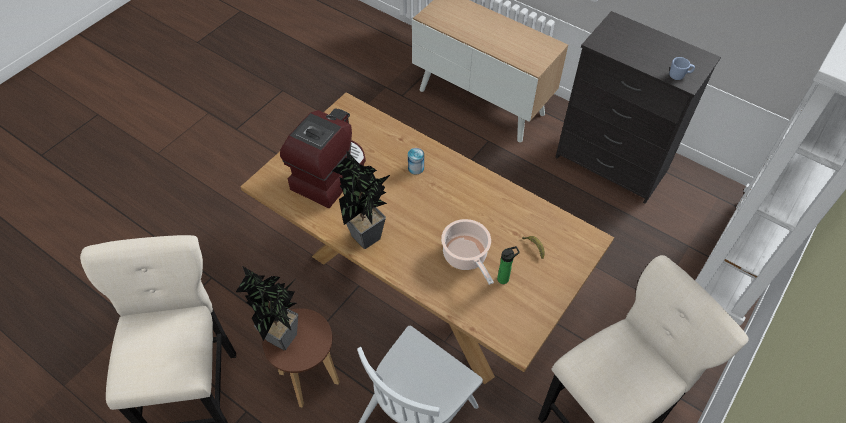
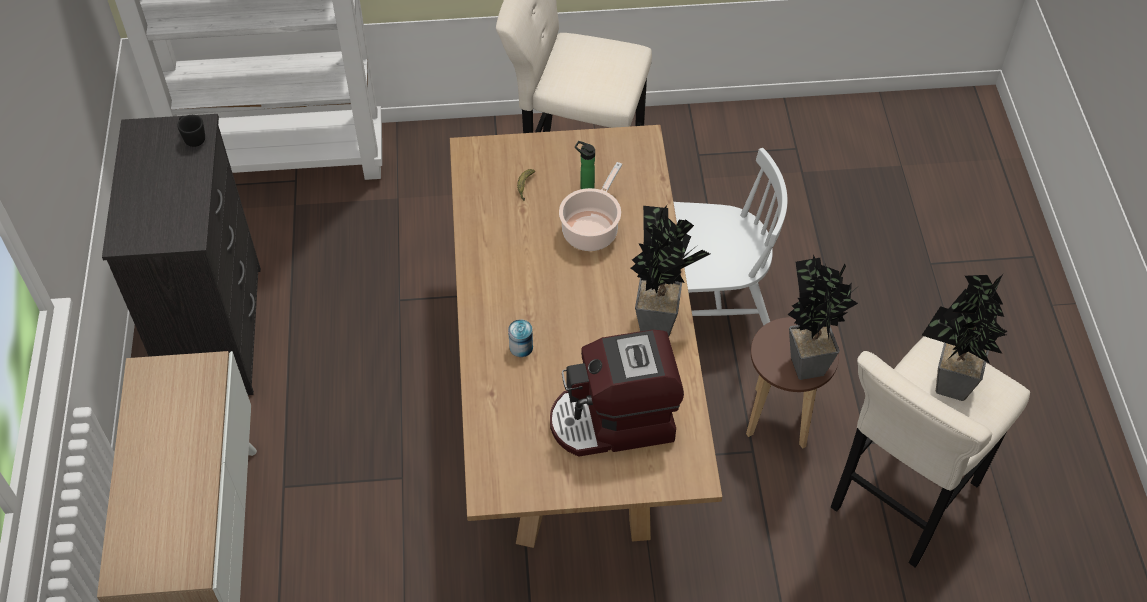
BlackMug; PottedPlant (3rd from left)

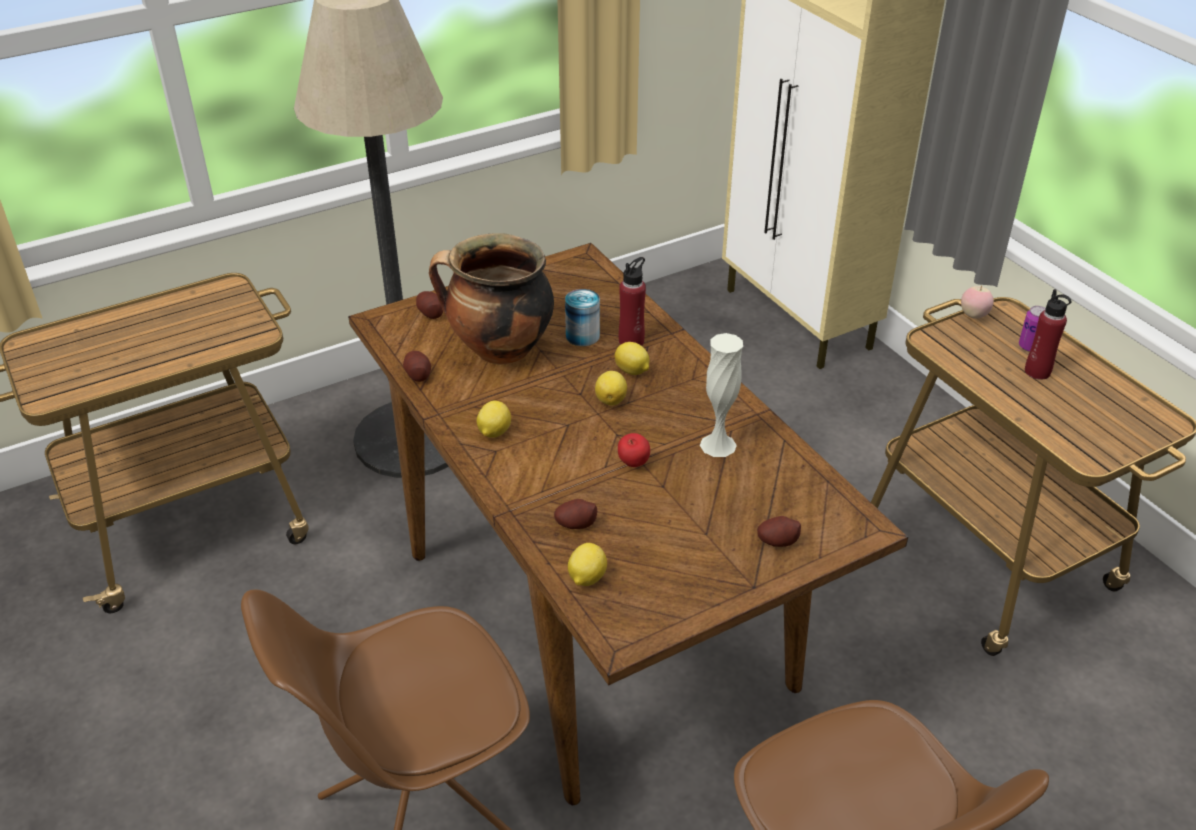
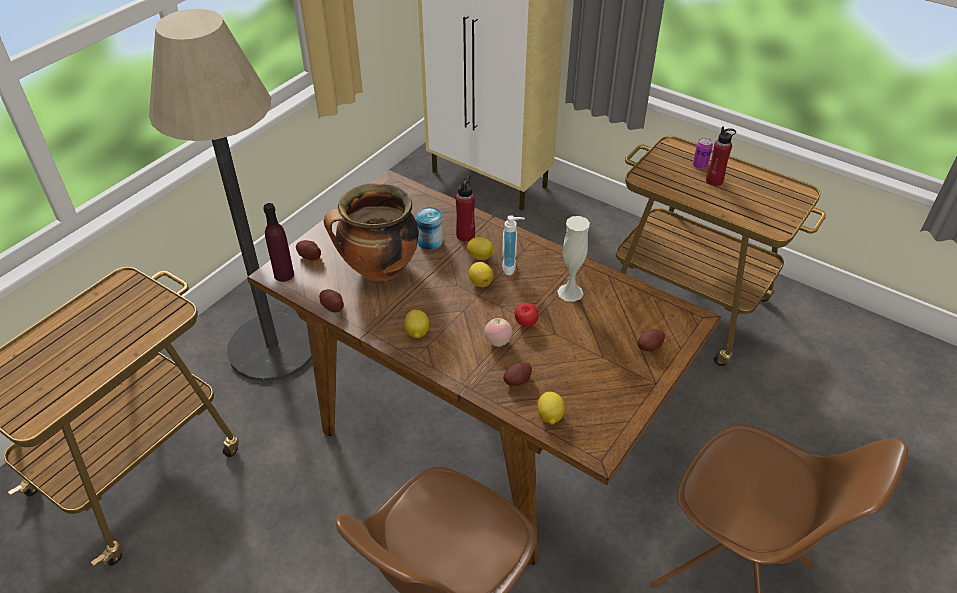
WholeApple (1st from left); PurpleBeverageBottle; SoapDispenser

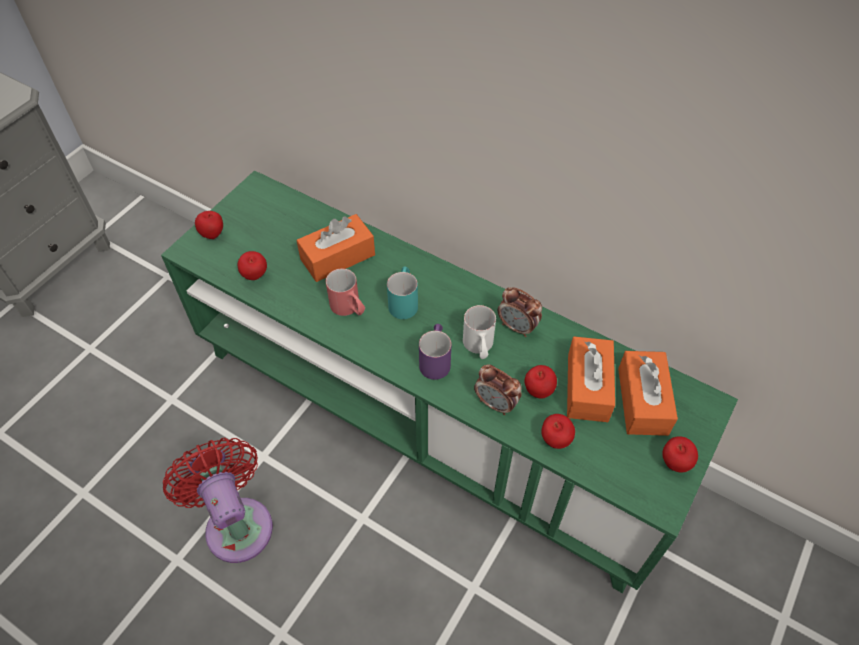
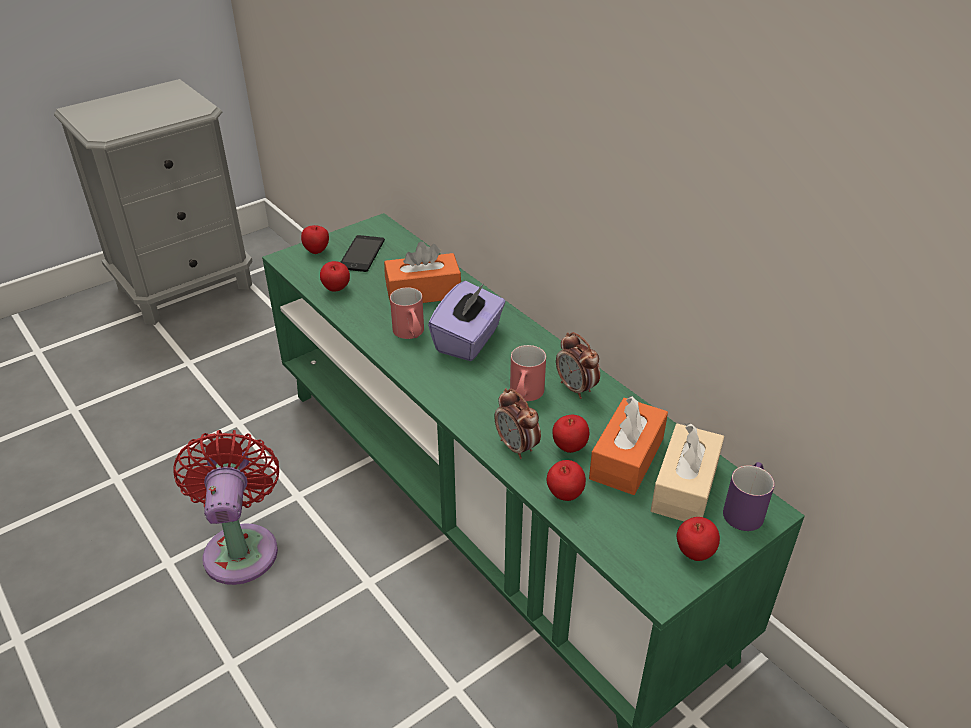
PurpleTissueHolder; RedColouredMug (2nd from left); PurpleMug; SandColouredTissueHolder; Handset

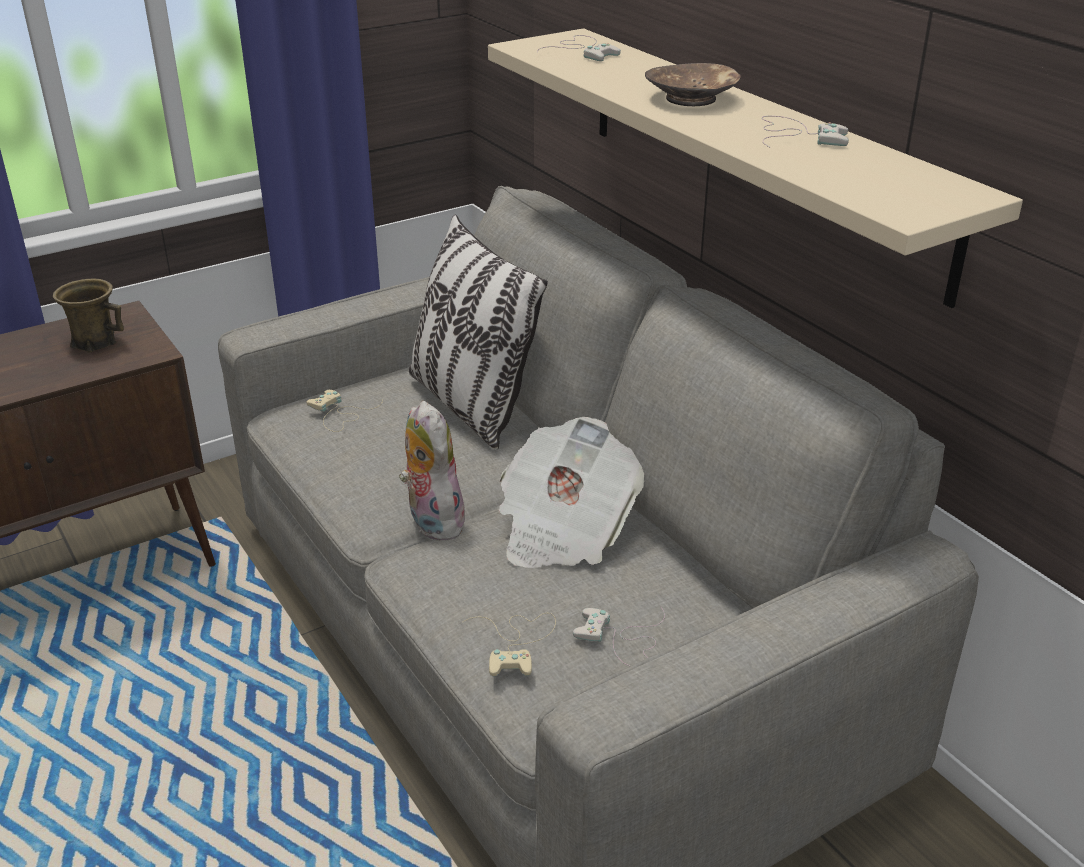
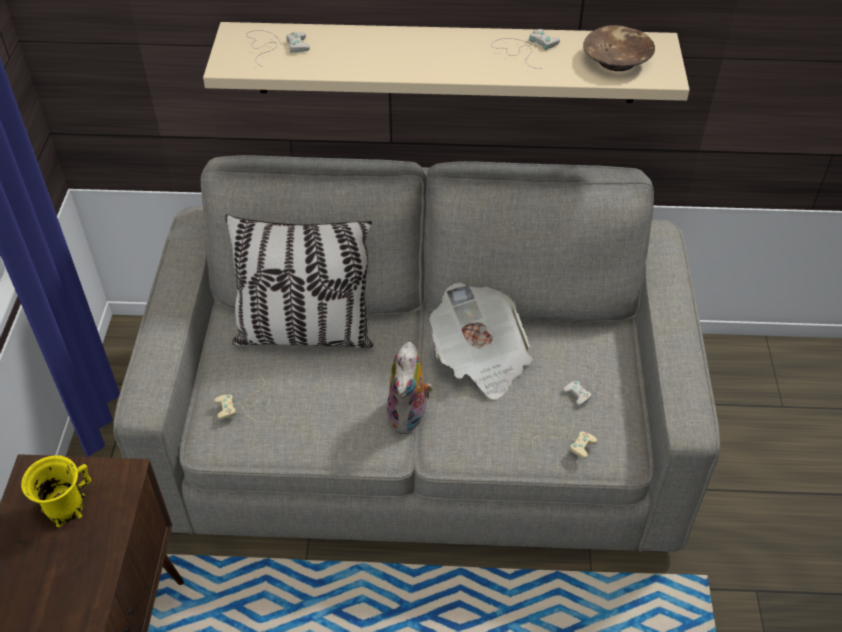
BrownColouredBowl; YellowMug; SoftToy

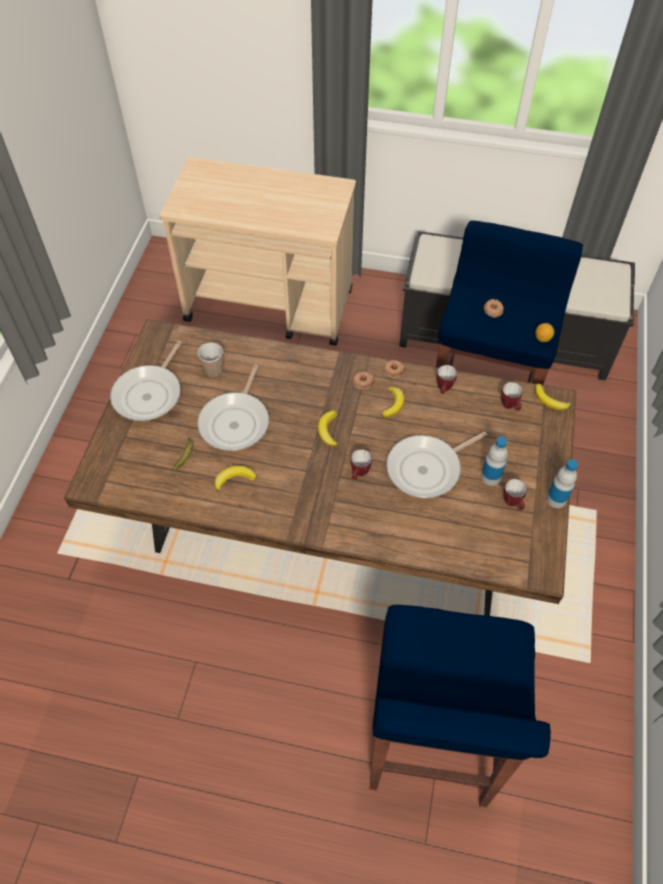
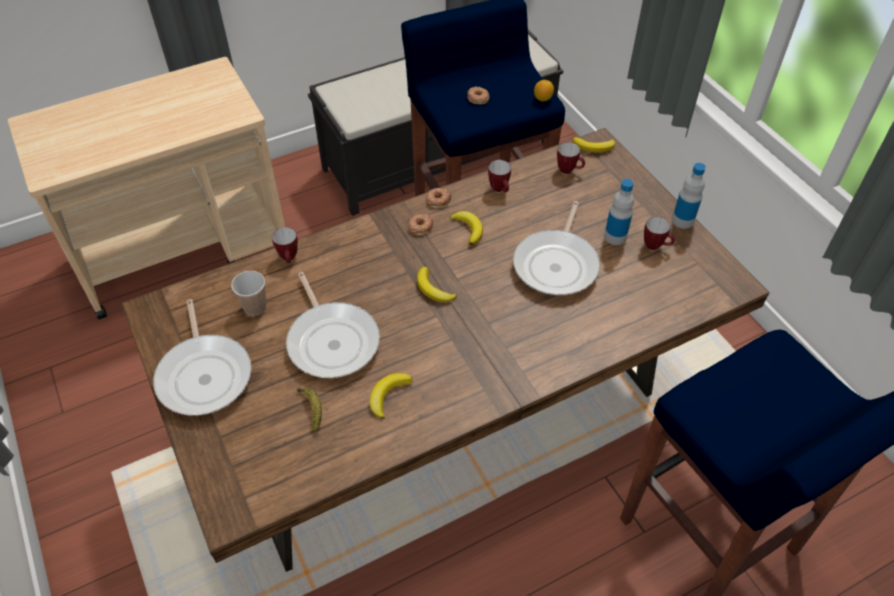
Mug (1st from left)

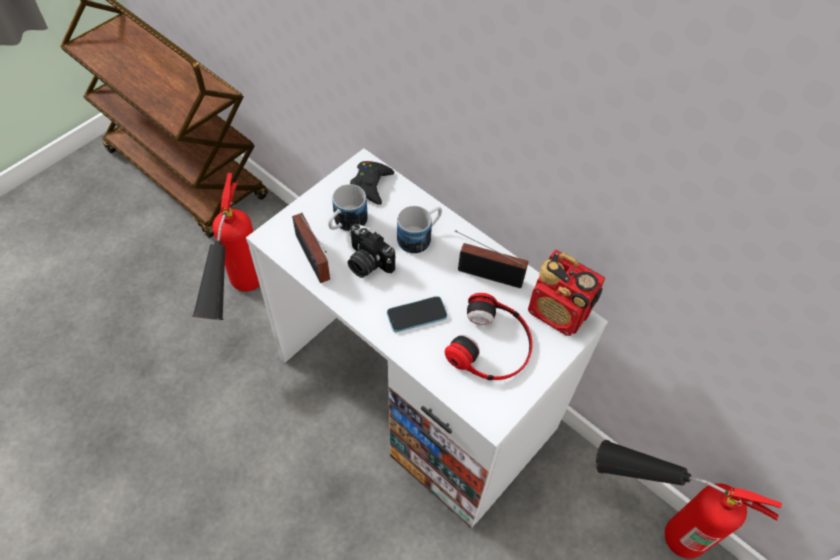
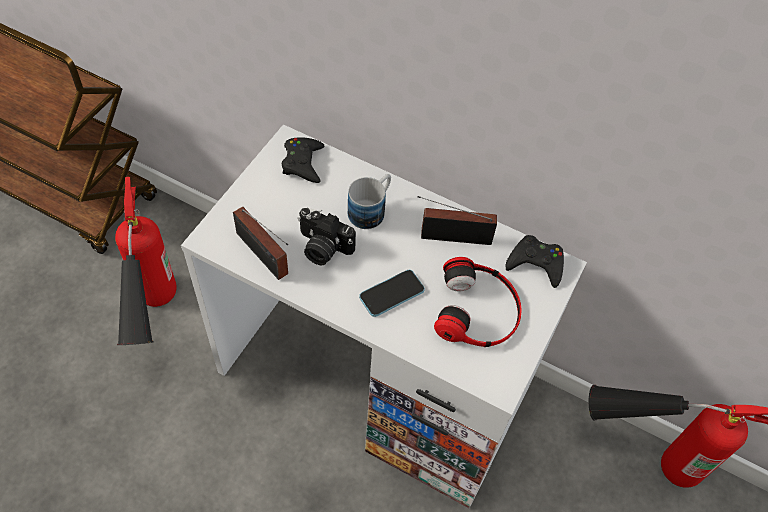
Mug (1st from left in the first image); BlackJoypad (2nd from left)

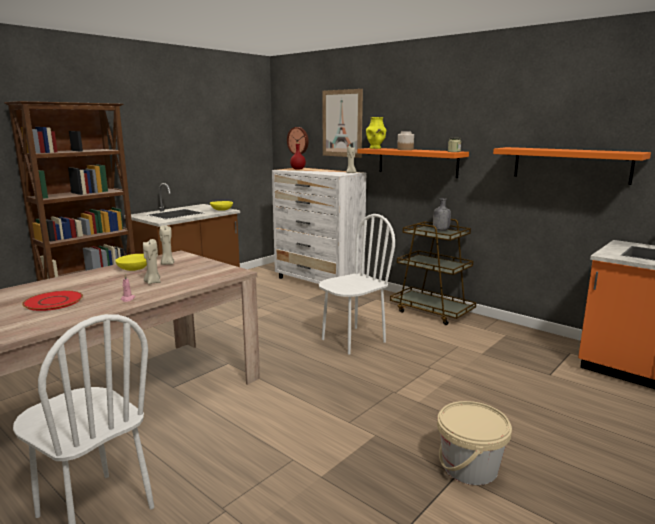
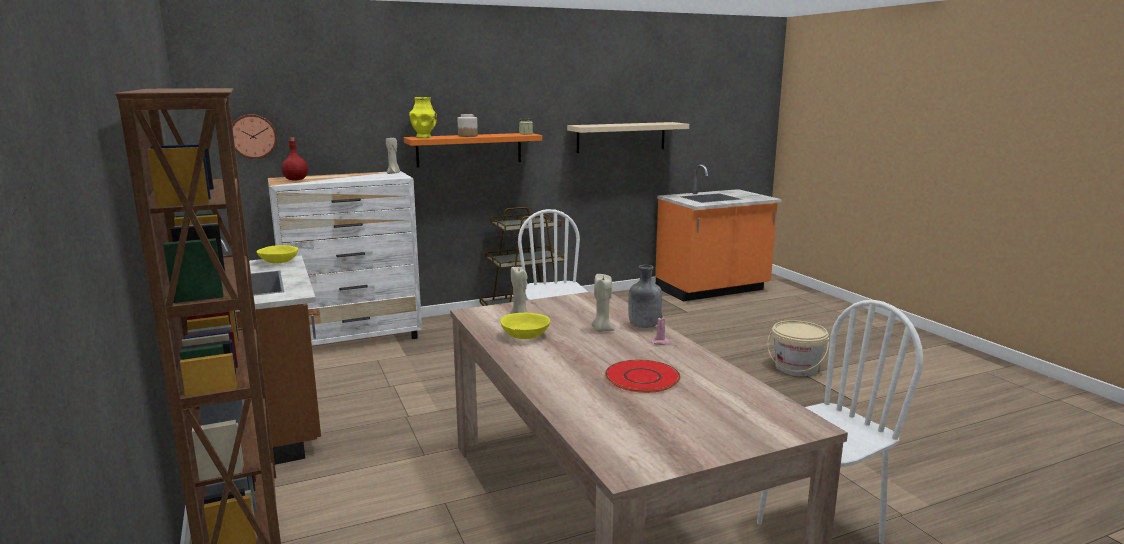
WallPicture; SandColouredShelf; GrayBeverageBottle

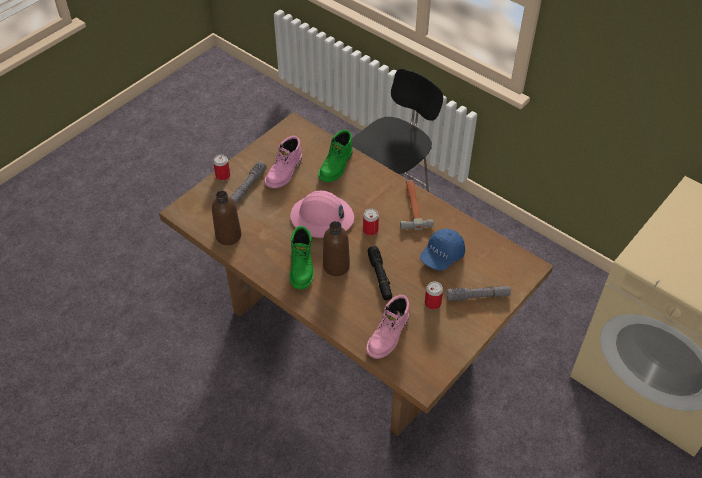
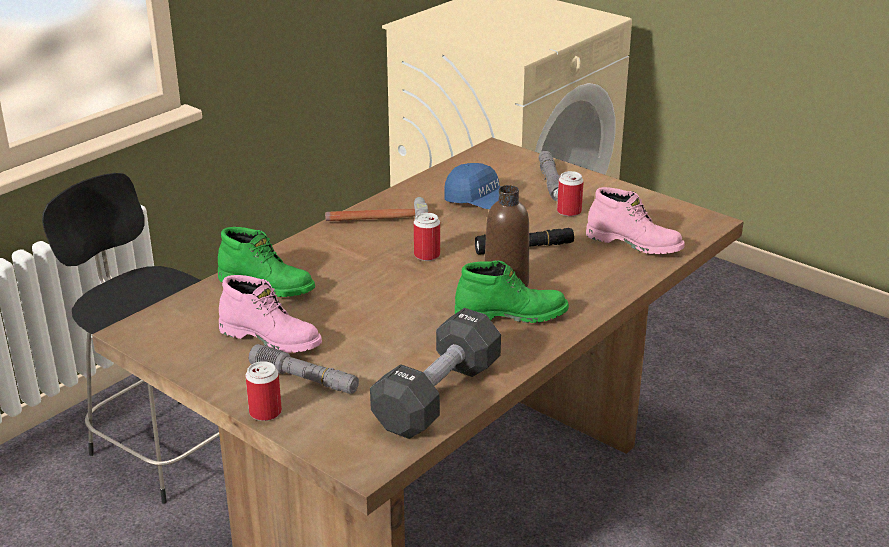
BlackFreeWeight; PinkishWorkHelmet

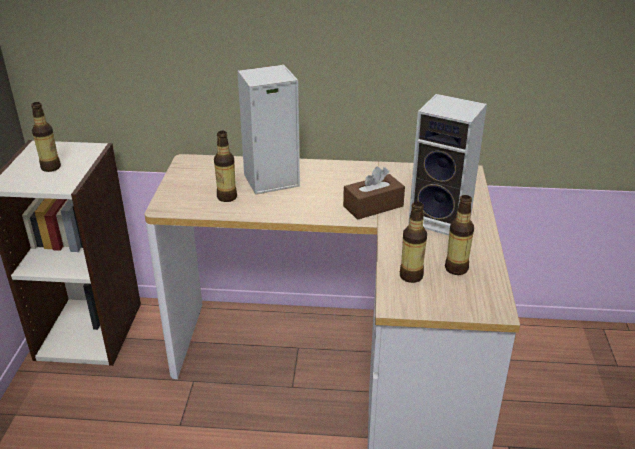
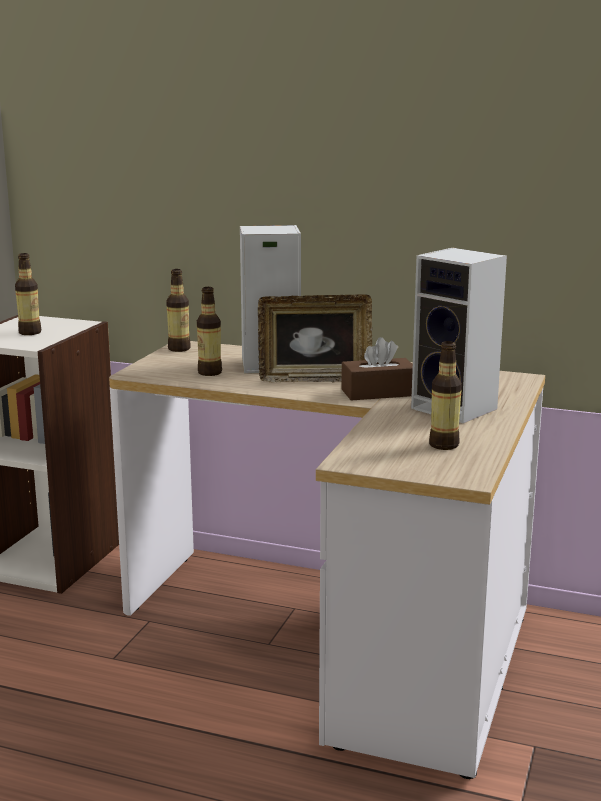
BeverageBottle (2nd from left); PictureFrame

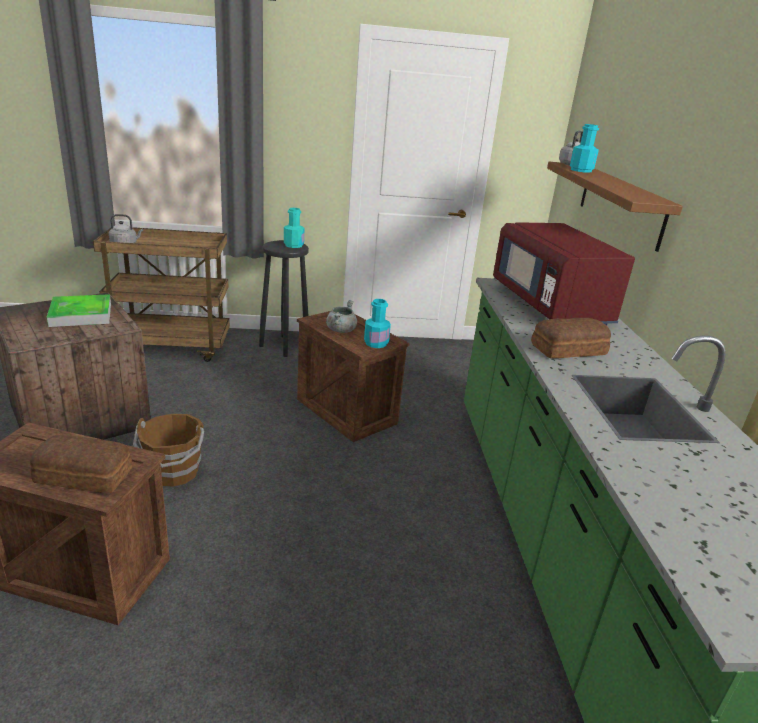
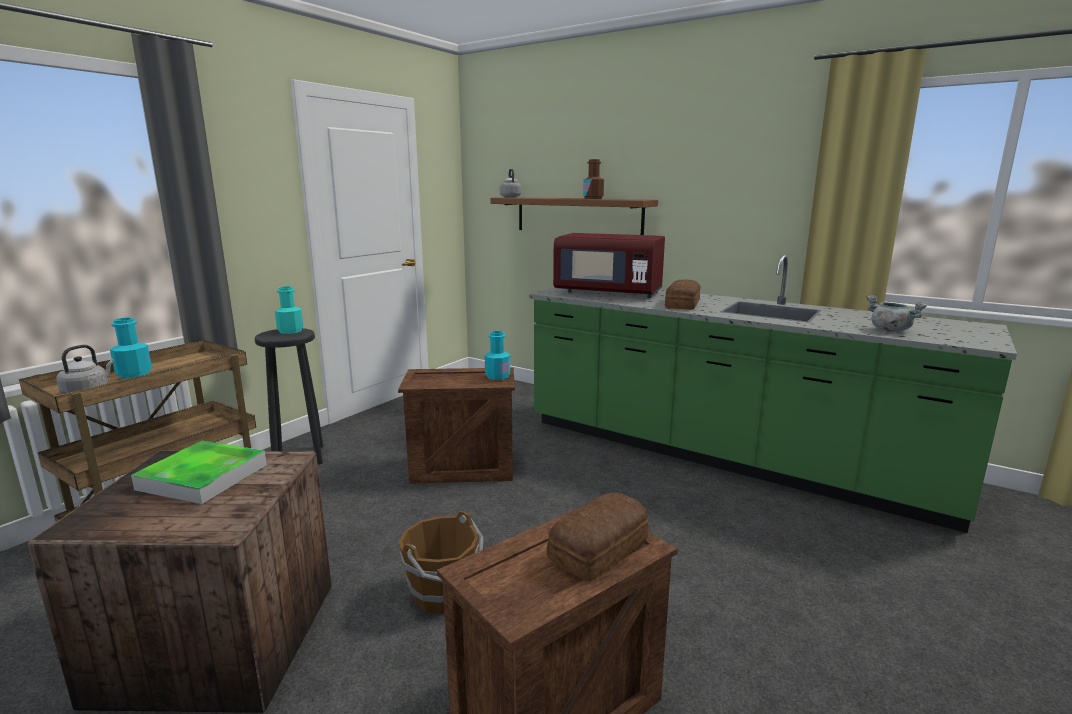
TurquoiseBeverageBottle (1st from left); GraySaucepot; BrownColouredBeverageBottle

